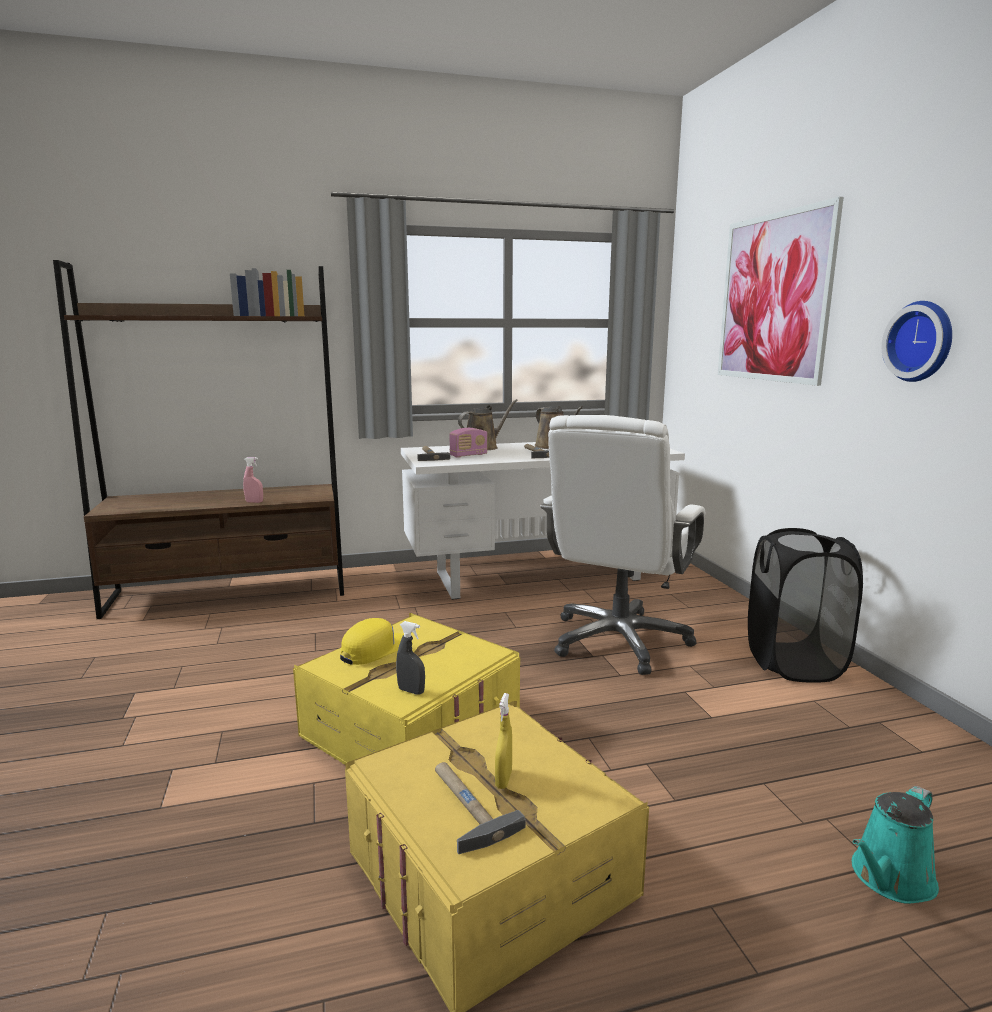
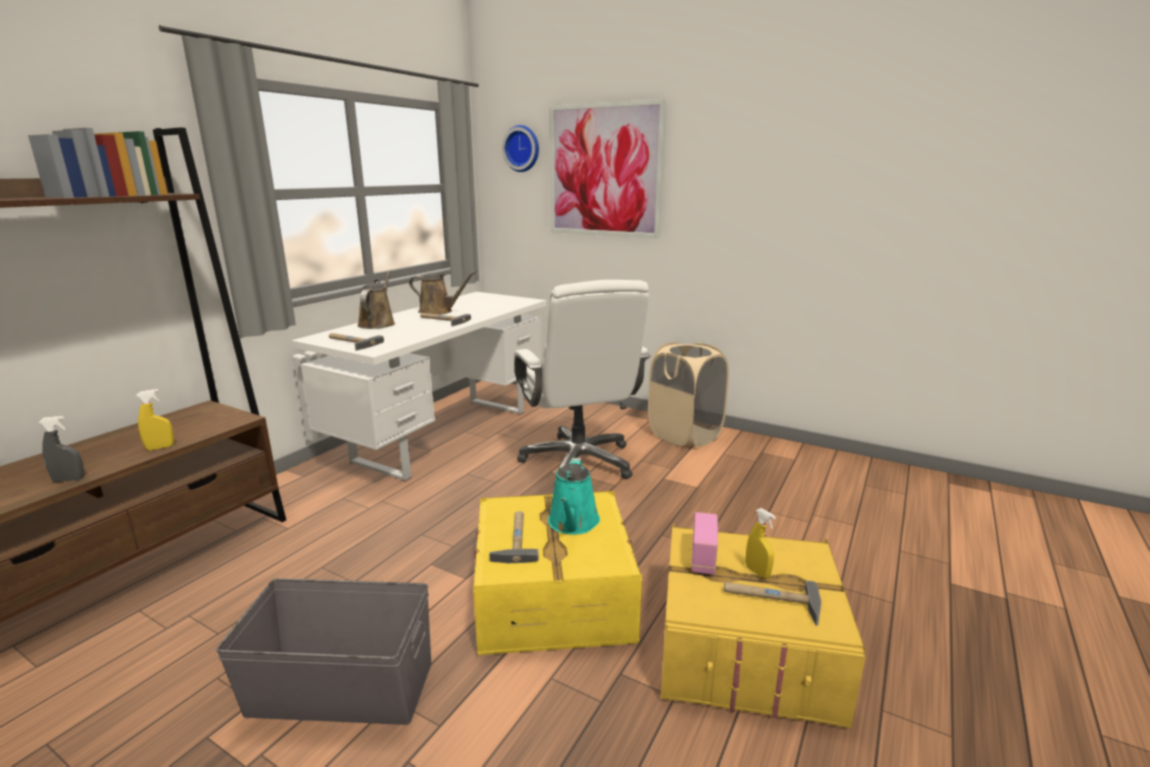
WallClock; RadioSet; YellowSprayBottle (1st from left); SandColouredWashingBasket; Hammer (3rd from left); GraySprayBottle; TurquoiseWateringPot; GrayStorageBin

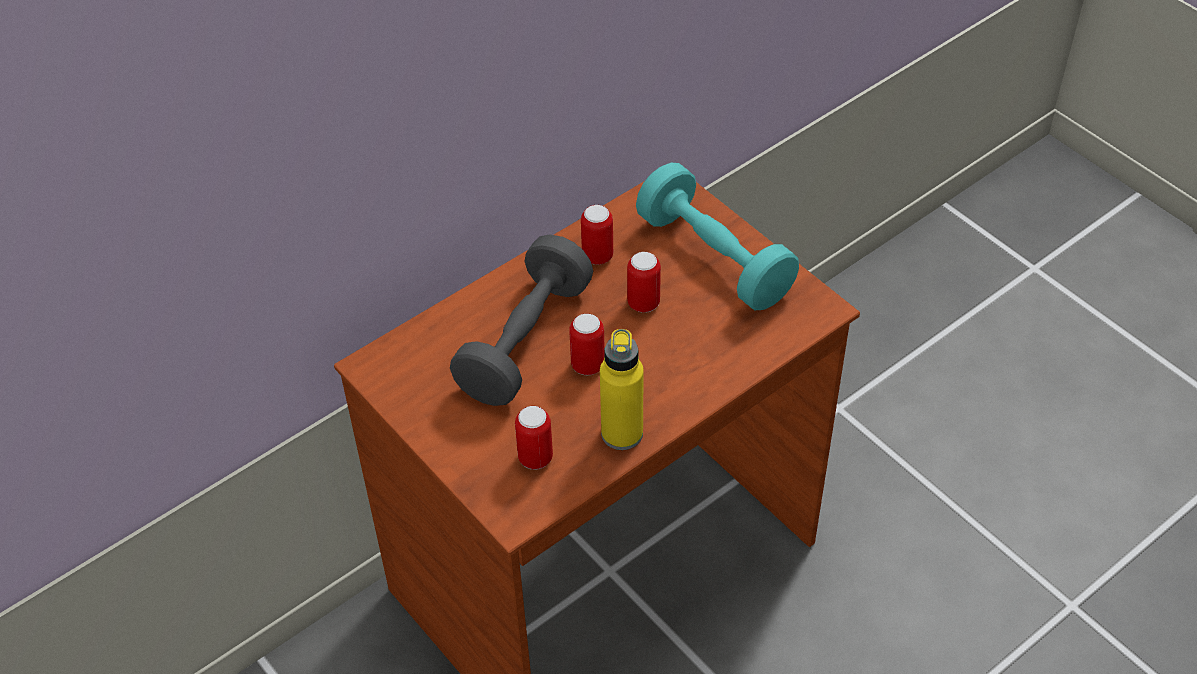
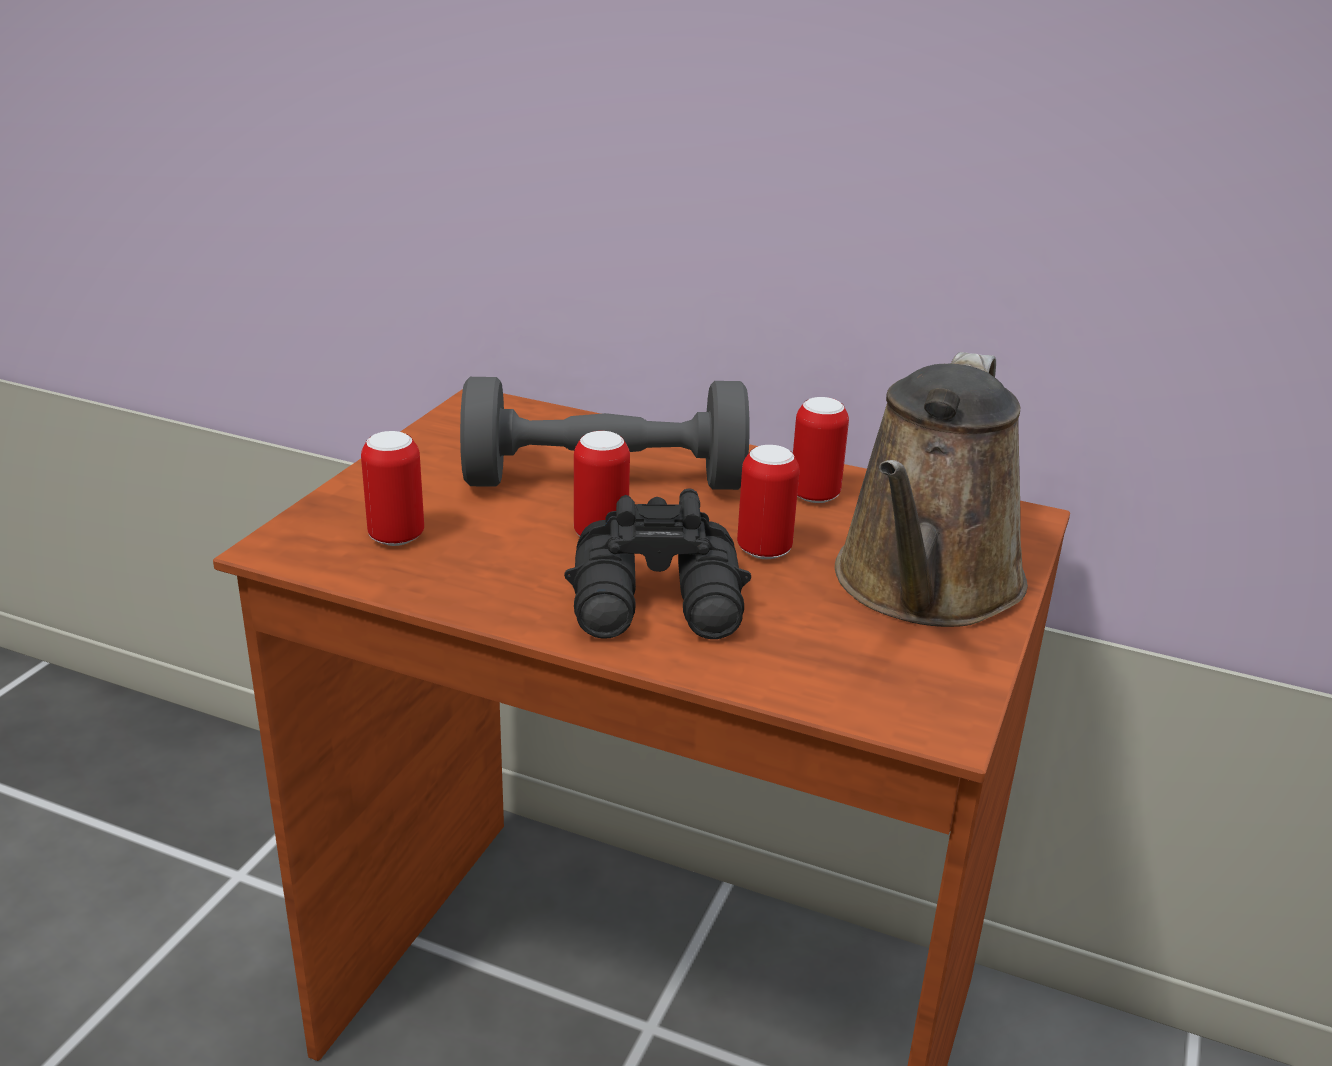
BrownColouredWateringPot; YellowBeverageBottle; BlackFieldGlasses

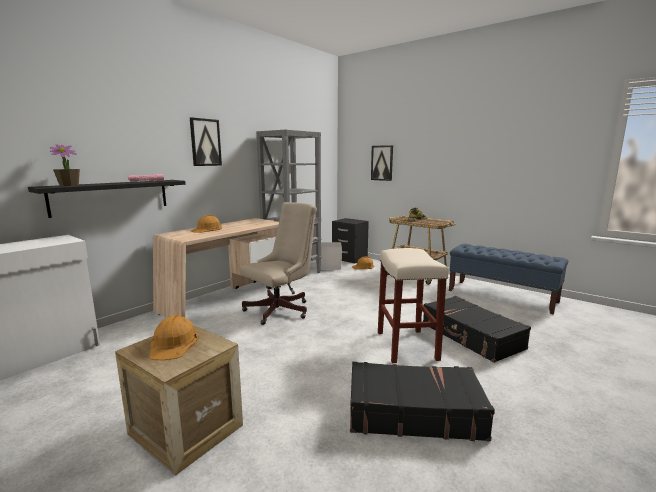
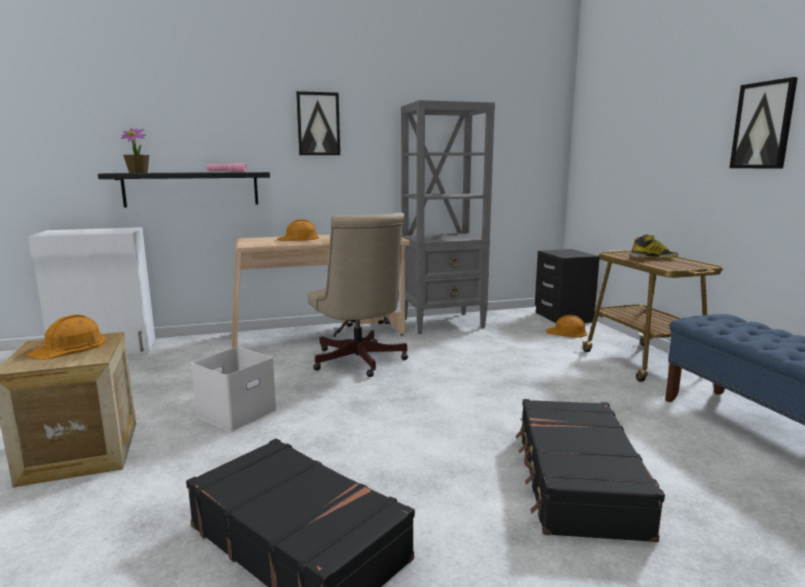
WallPicture (2nd from left); SandColouredDeskChair; WhiteStorageBin; SandColouredSittingStool

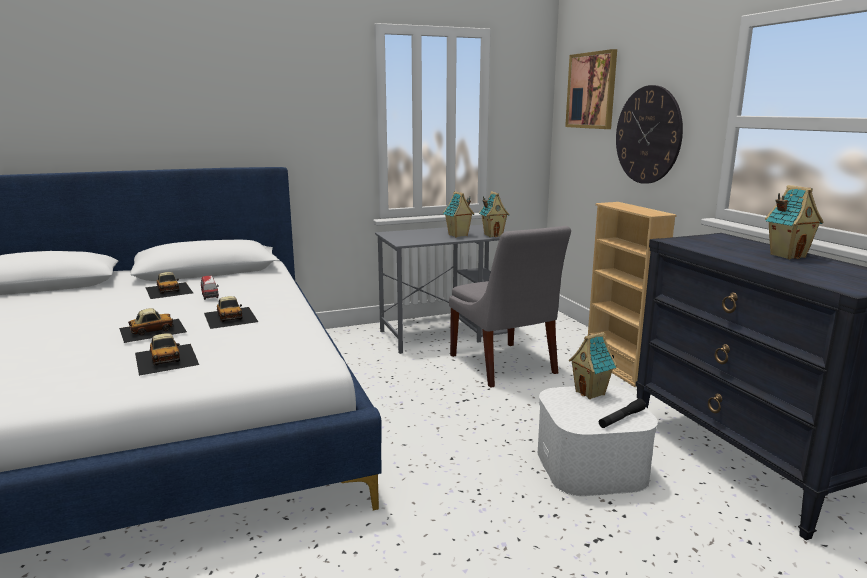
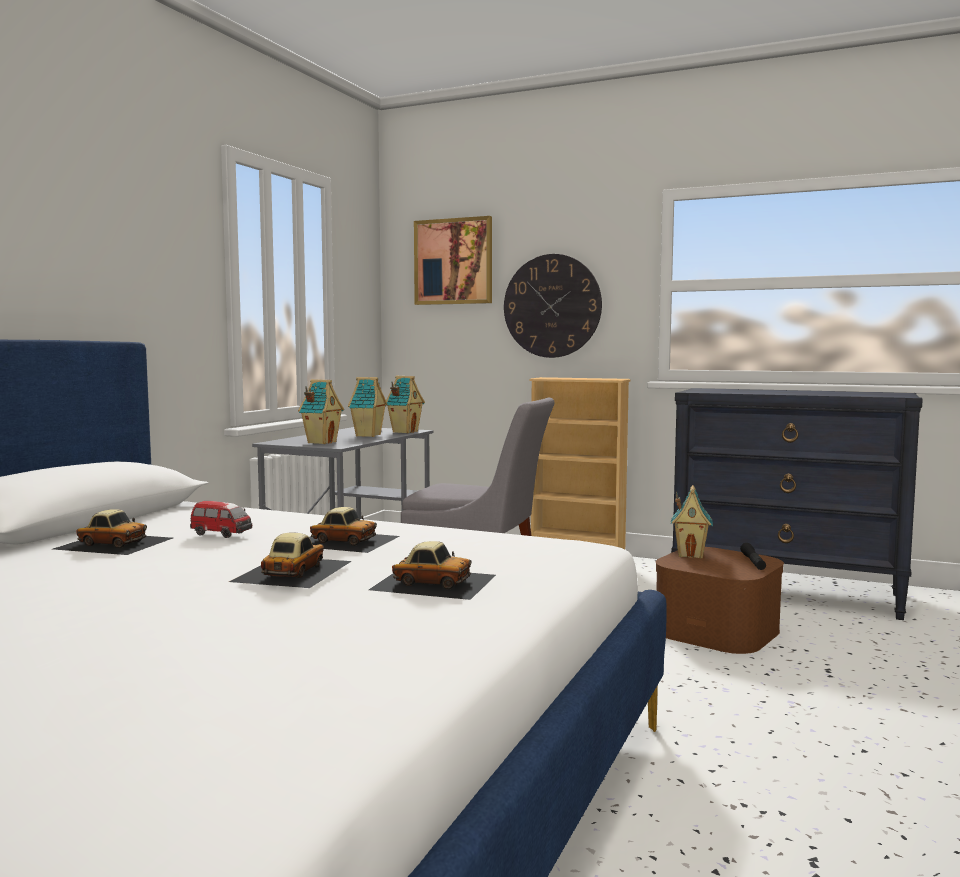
ToyHouse (1st from left); BrownColouredStorageBin

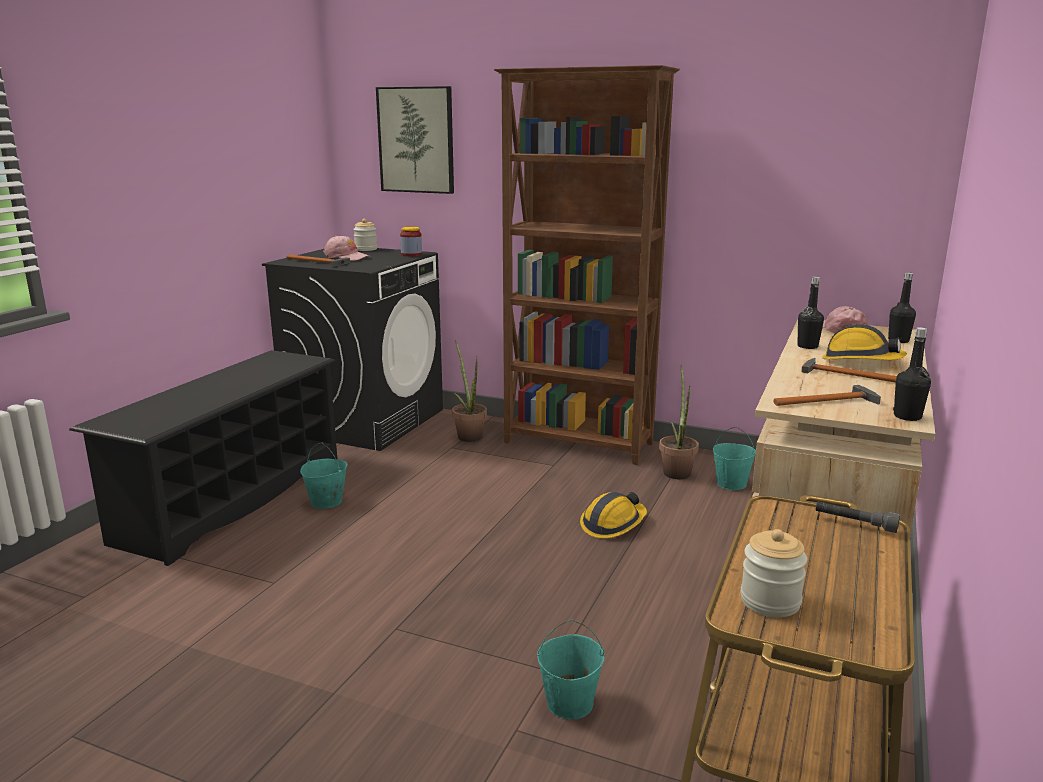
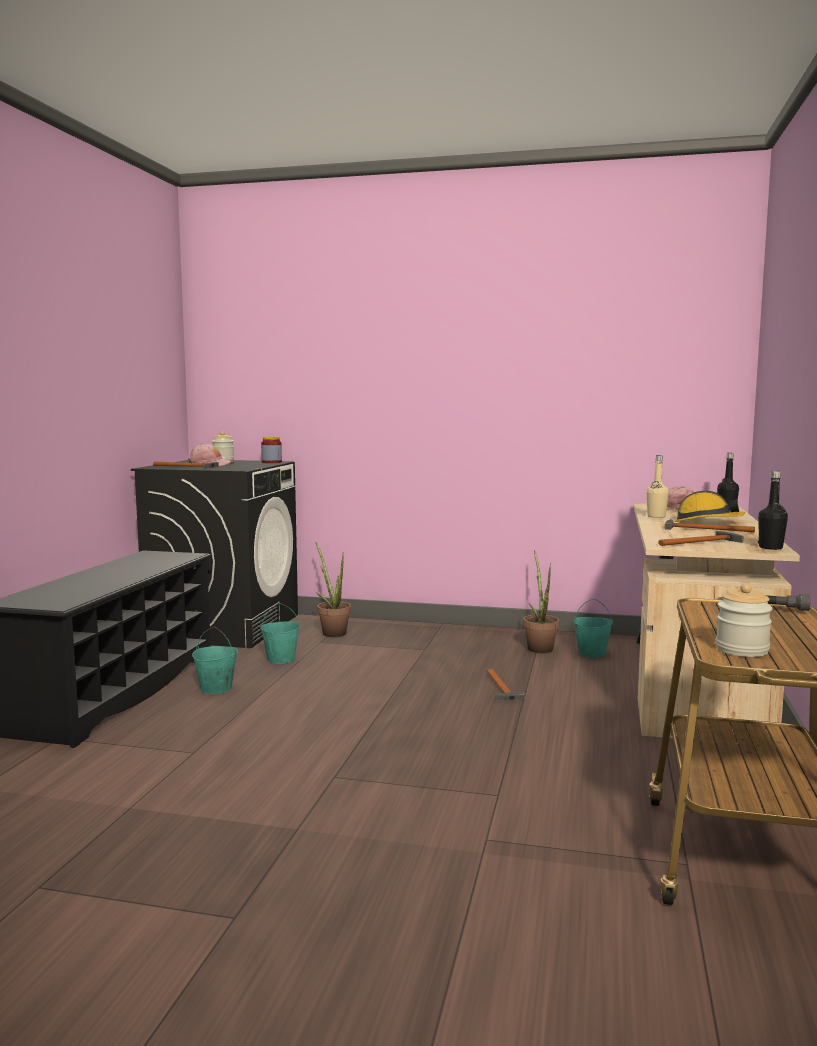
BrownColouredBookshelf; WallPicture; SandColouredBeverageBottle; Hammer (2nd from left); TurquoiseBucket (2nd from left)

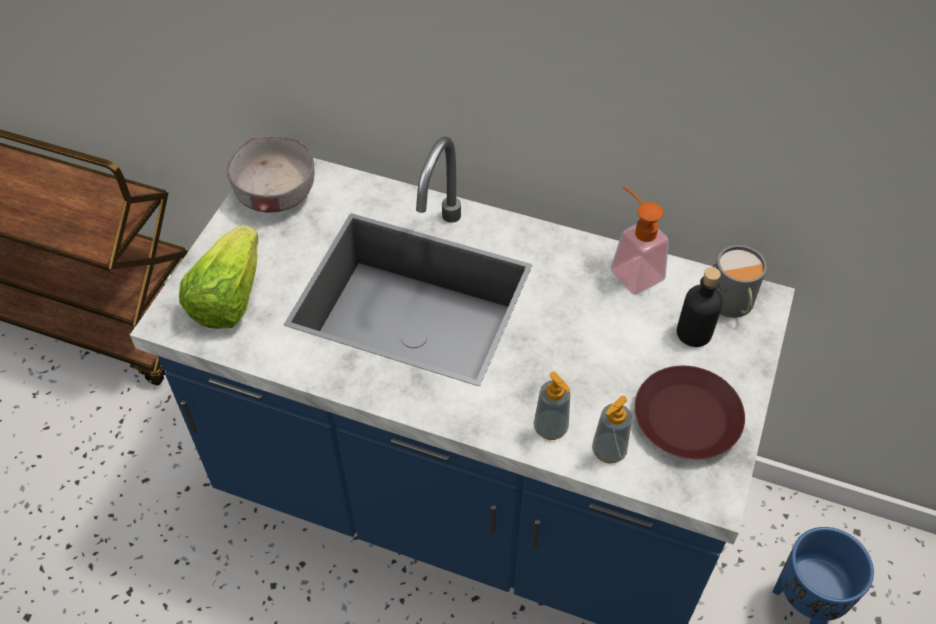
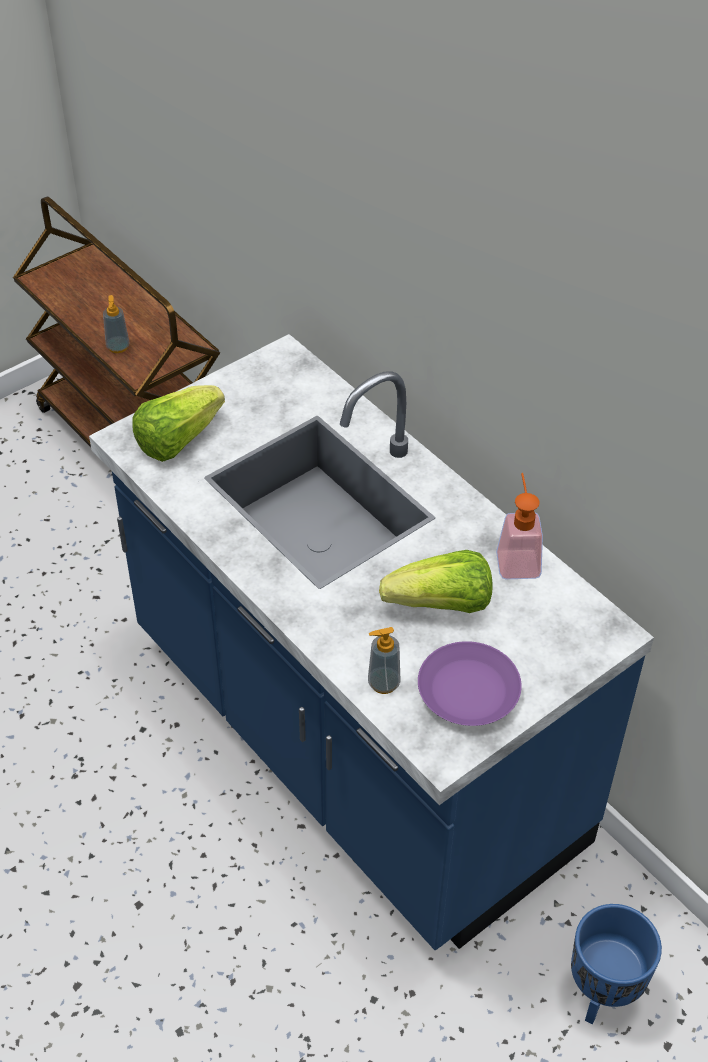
GrayBowl; GrayMug; BlackBeverageBottle; PurpleDinnerPlate; SoapDispenser (1st from left); HeadOfLettuce (2nd from left)

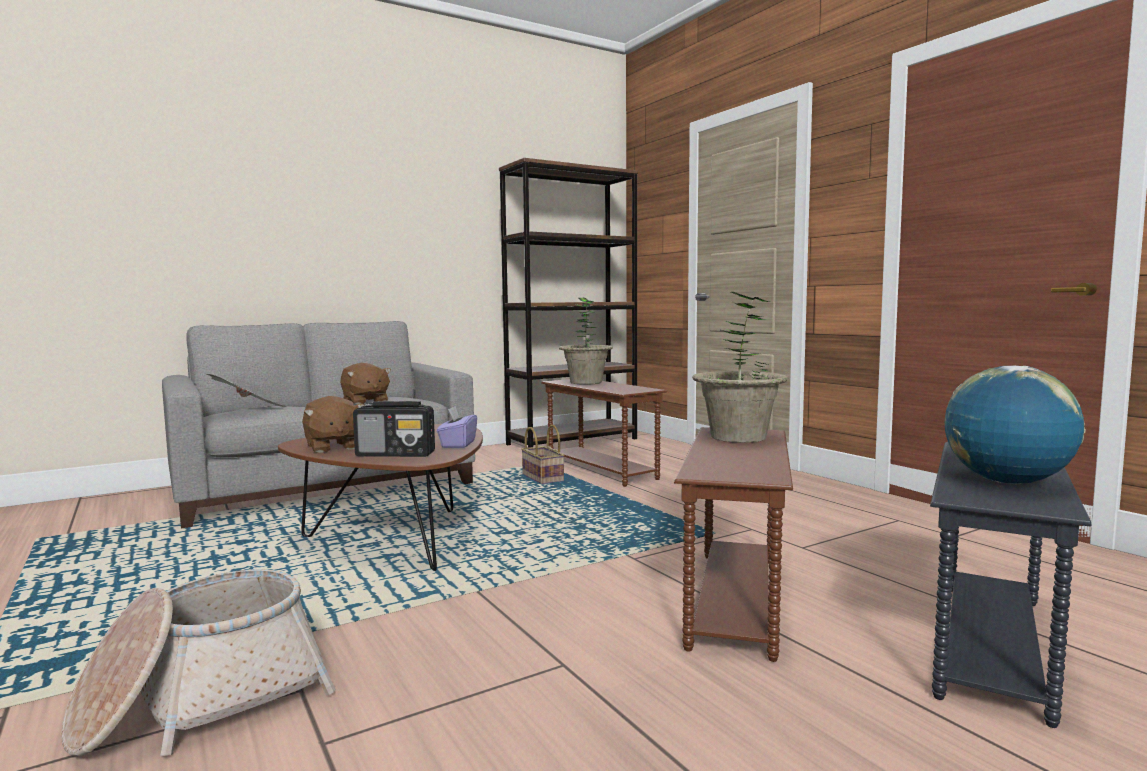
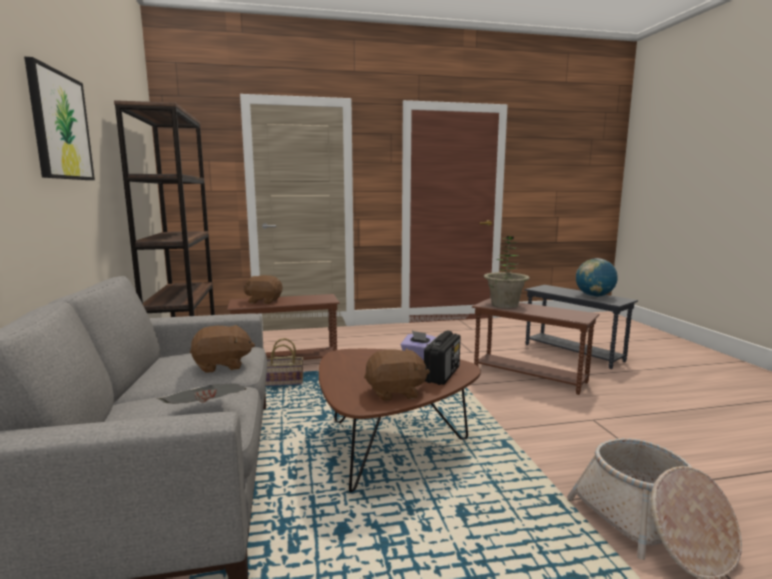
BrownColouredSoftToy (2nd from left); WallPicture

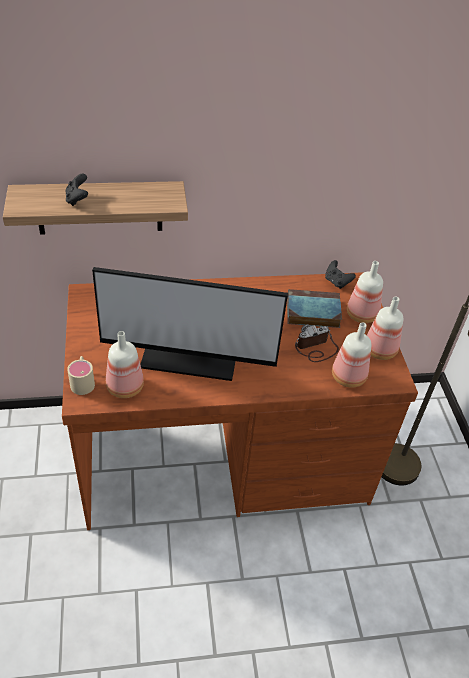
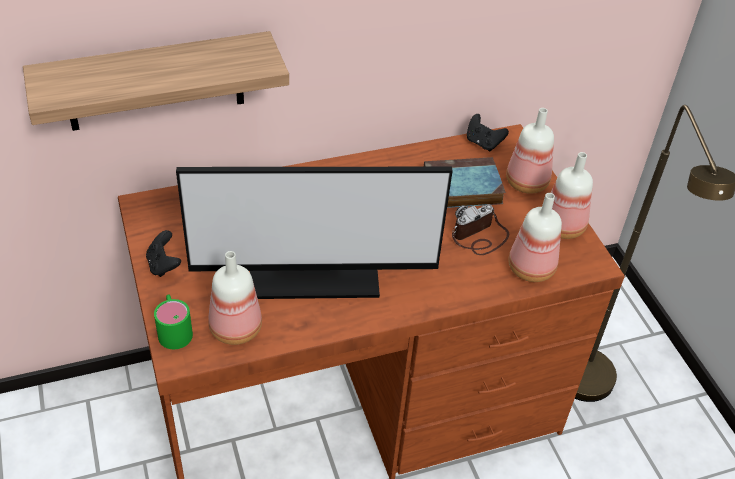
BlackJoypad (1st from left); GreenColouredMug

